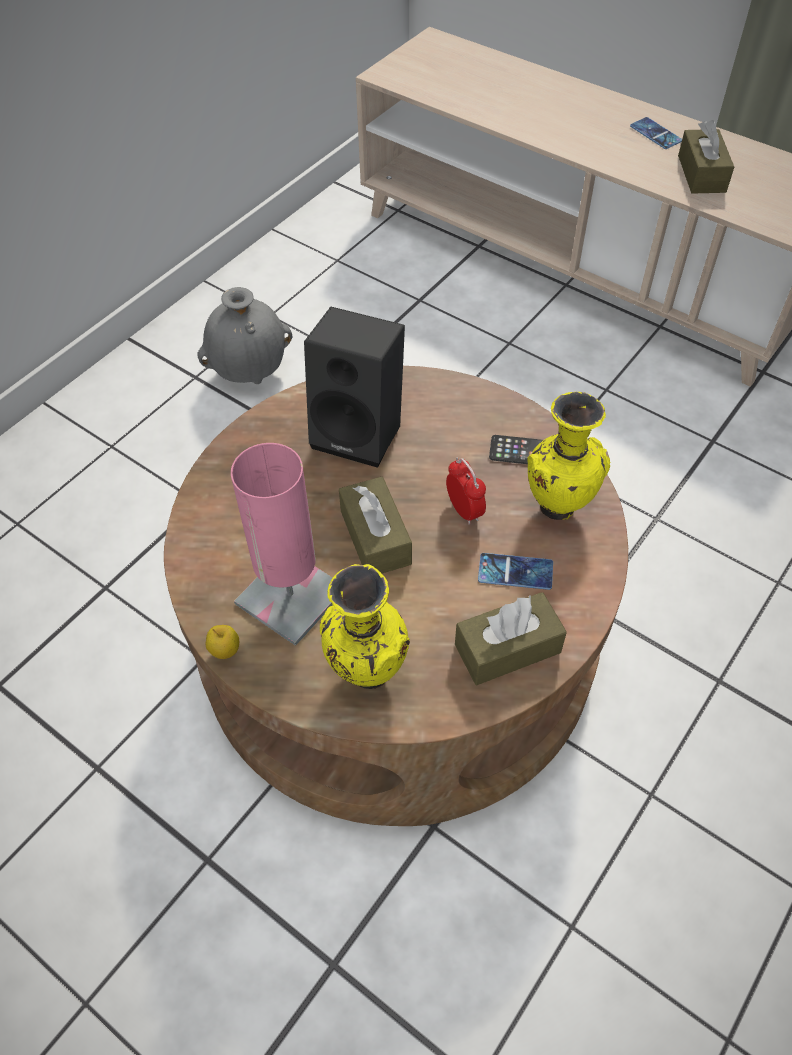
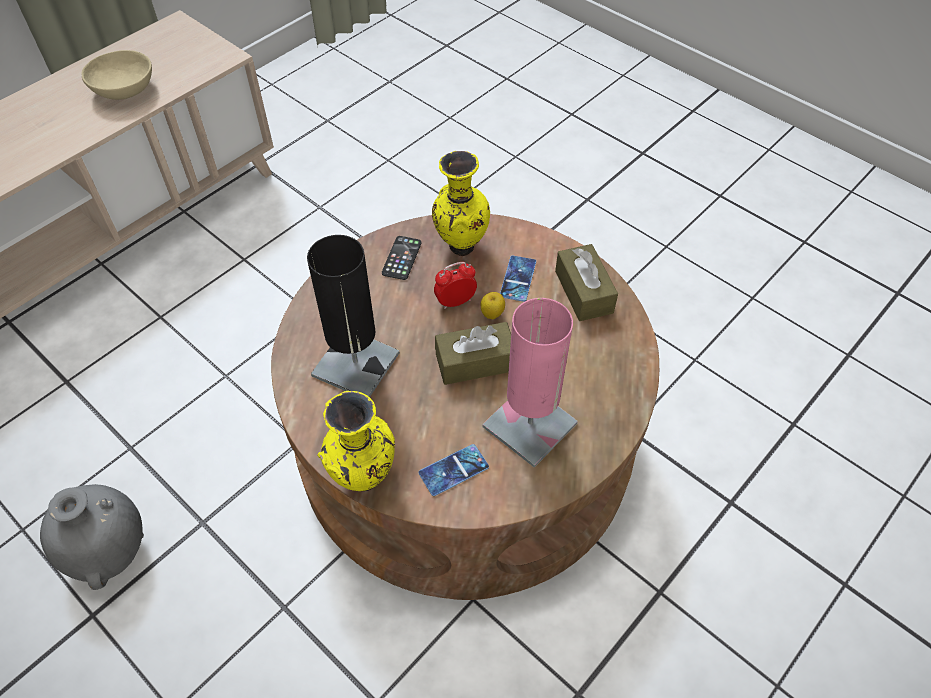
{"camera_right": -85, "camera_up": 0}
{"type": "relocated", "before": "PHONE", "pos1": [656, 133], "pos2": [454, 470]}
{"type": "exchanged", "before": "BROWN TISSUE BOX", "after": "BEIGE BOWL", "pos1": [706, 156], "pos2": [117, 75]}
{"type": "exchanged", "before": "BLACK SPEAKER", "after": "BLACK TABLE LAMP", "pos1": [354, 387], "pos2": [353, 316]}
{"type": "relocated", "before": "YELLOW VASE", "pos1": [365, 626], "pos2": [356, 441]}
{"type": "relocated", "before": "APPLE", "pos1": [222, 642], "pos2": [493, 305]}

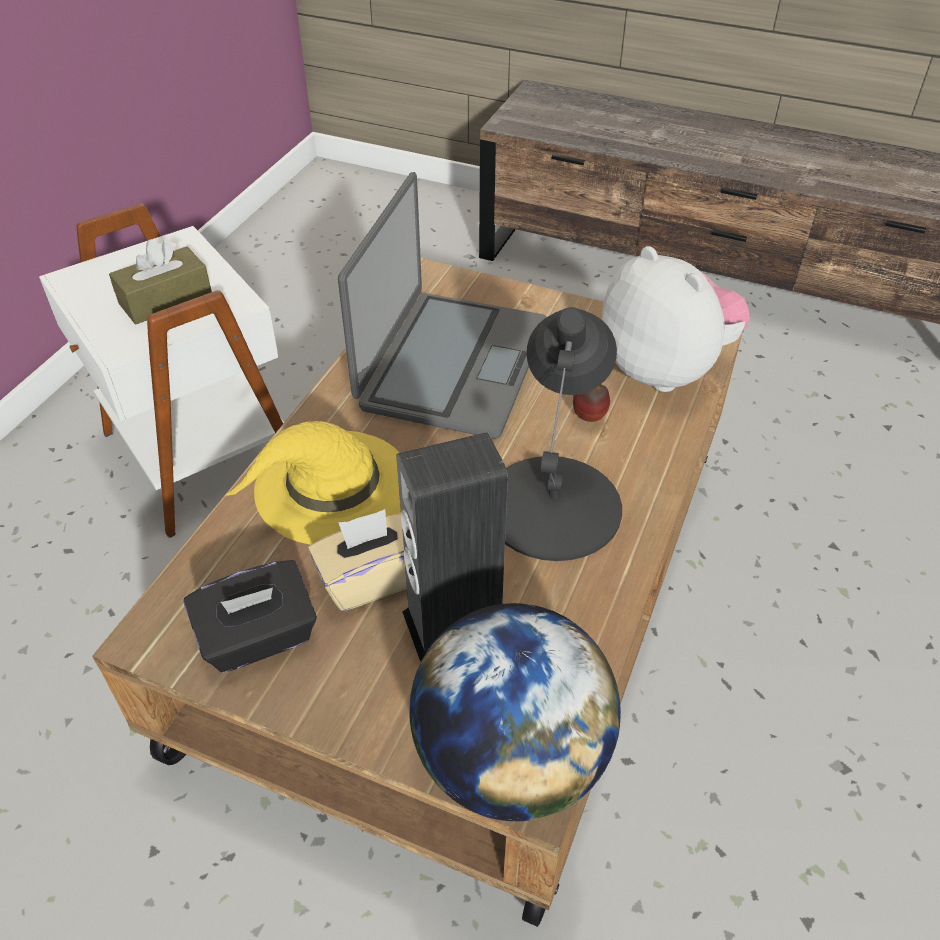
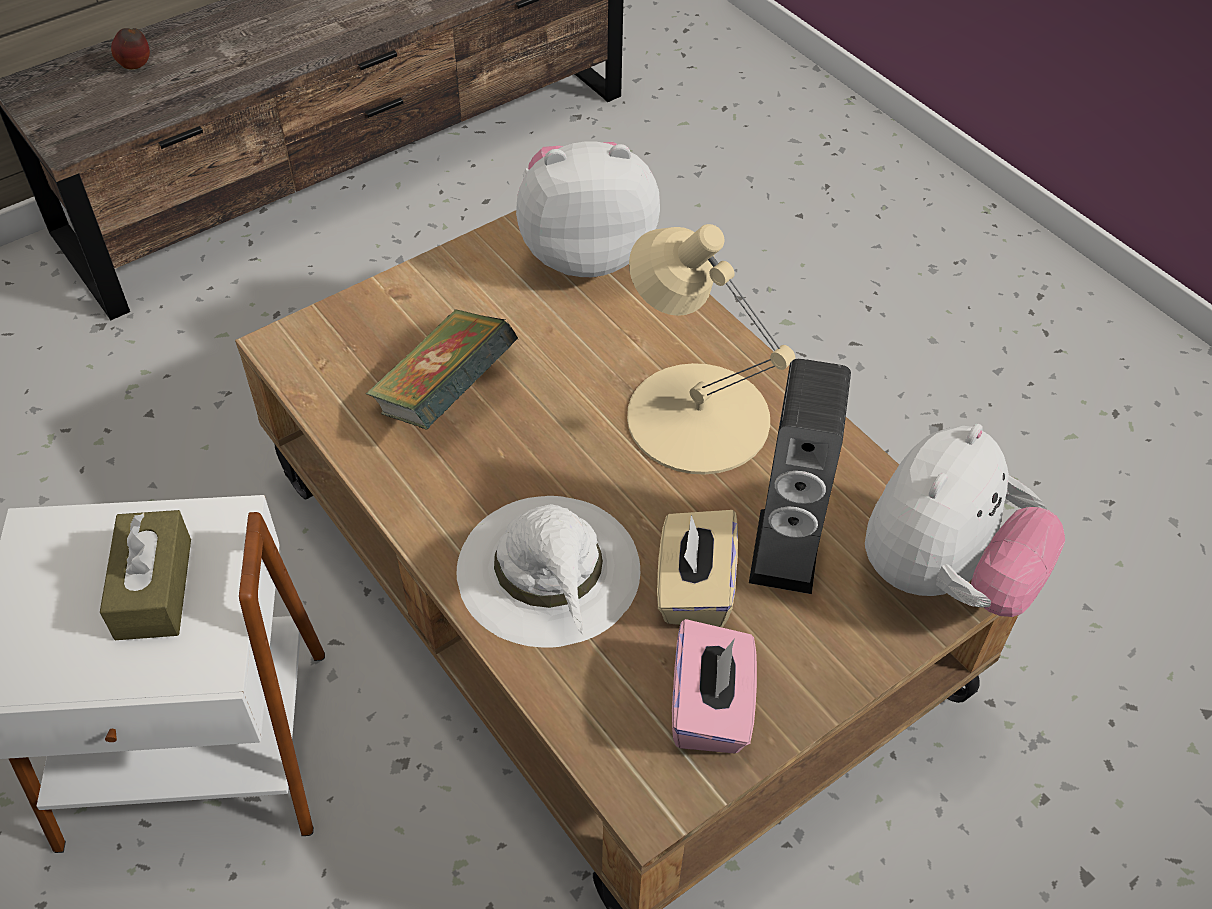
{"camera_right": -60, "camera_up": 5}
{"type": "exchanged", "before": "LAPTOP", "after": "BOOK", "pos1": [442, 305], "pos2": [442, 369]}
{"type": "colour", "before": "BLACK TABLE LAMP", "after": "BEIGE TABLE LAMP", "pos1": [563, 434], "pos2": [711, 349]}
{"type": "relocated", "before": "APPLE", "pos1": [591, 403], "pos2": [130, 49]}
{"type": "colour", "before": "YELLOW HAT", "after": "WHITE HAT", "pos1": [313, 483], "pos2": [548, 572]}
{"type": "colour", "before": "BLACK TISSUE BOX", "after": "PINK TISSUE BOX", "pos1": [250, 616], "pos2": [714, 686]}
{"type": "exchanged", "before": "GLOBE", "after": "PLUSH TOY", "pos1": [515, 712], "pos2": [965, 520]}

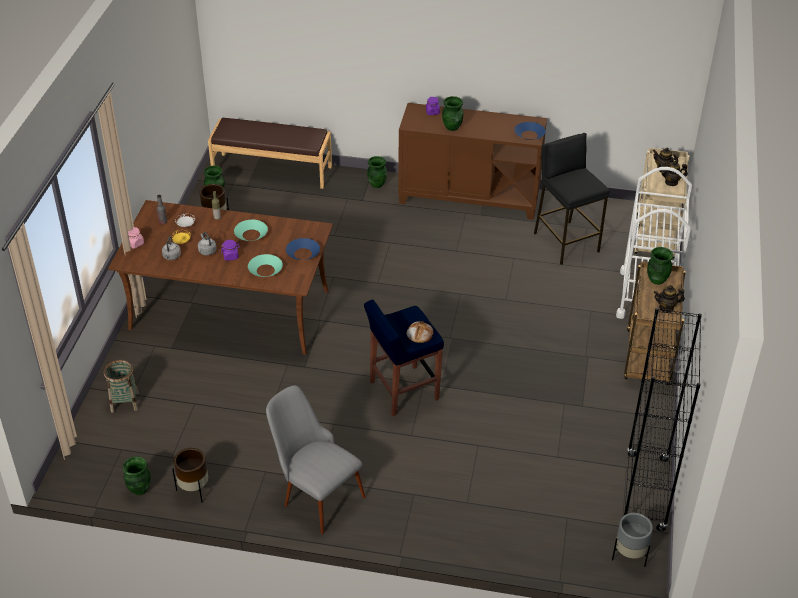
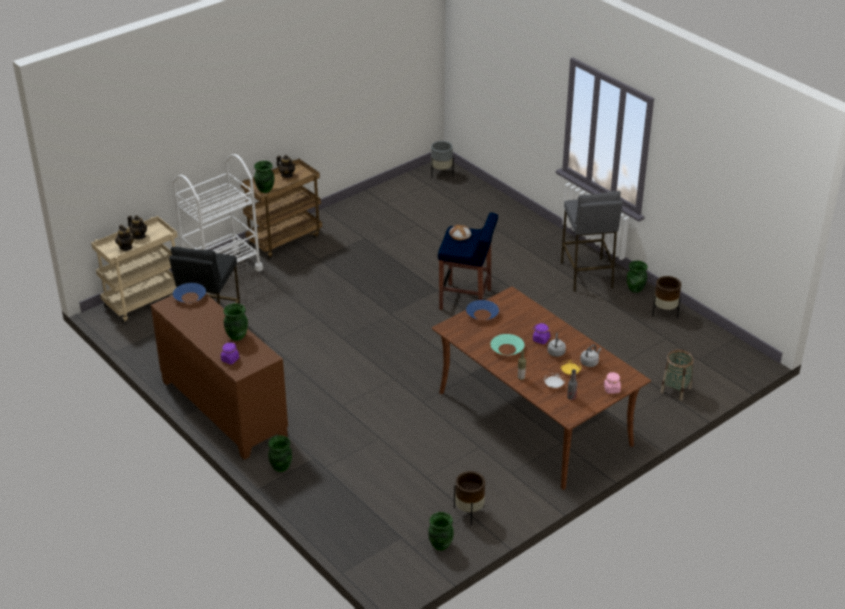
{"camera_right": -140, "camera_up": -5}
{"type": "missing", "before": "BROWN BENCH", "pos1": [270, 153]}
{"type": "missing", "before": "TURQUOISE BOWL", "pos1": [265, 265]}
{"type": "missing", "before": "BLACK BOOKCASE", "pos1": [663, 419]}
{"type": "exchanged", "before": "GREY CHAIR", "after": "GREY STOOL", "pos1": [316, 459], "pos2": [592, 241]}
{"type": "relocated", "before": "GREEN VASE", "pos1": [137, 475], "pos2": [637, 277]}

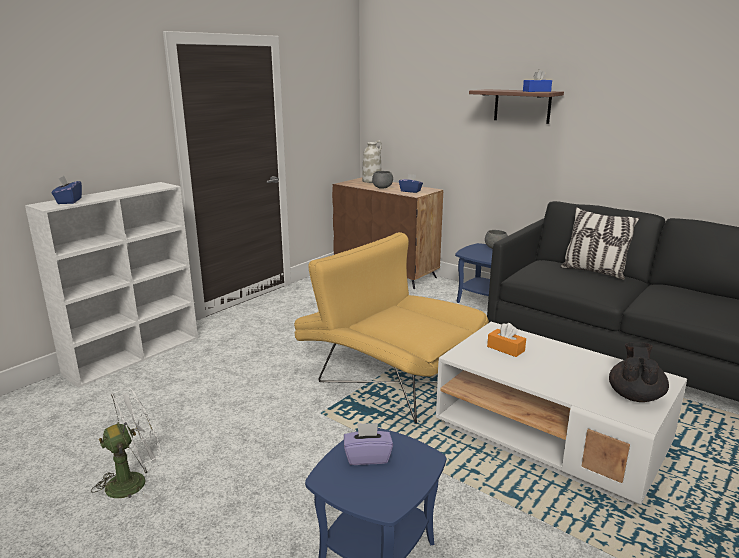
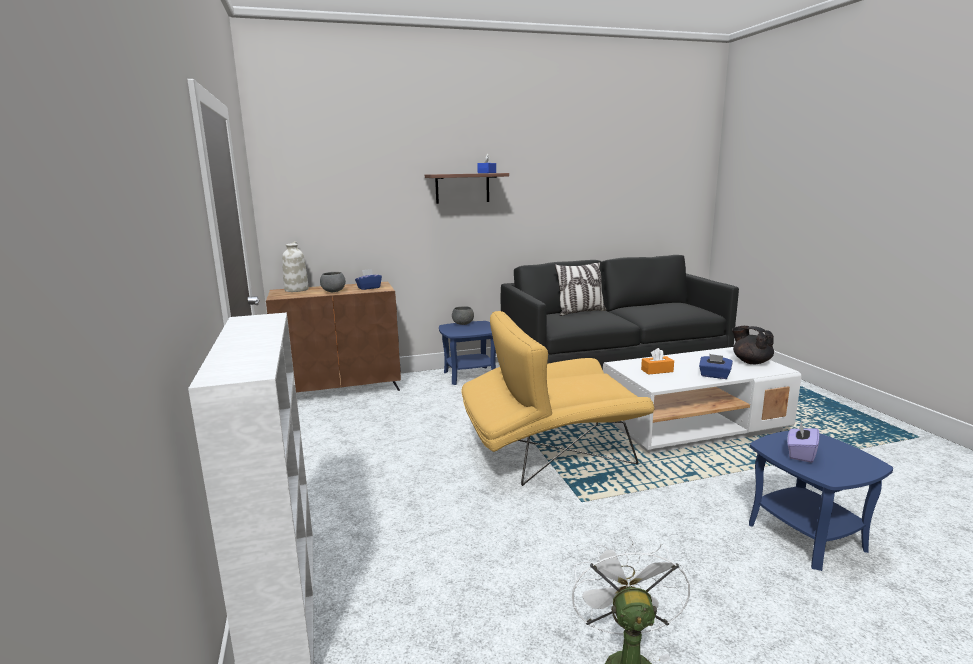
{"camera_right": -55, "camera_up": -5}
{"type": "relocated", "before": "BLUE TISSUE BOX", "pos1": [67, 190], "pos2": [716, 366]}

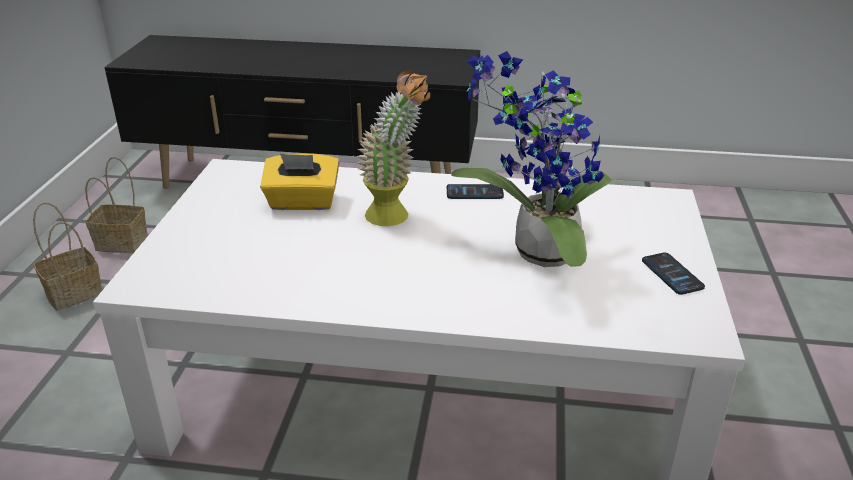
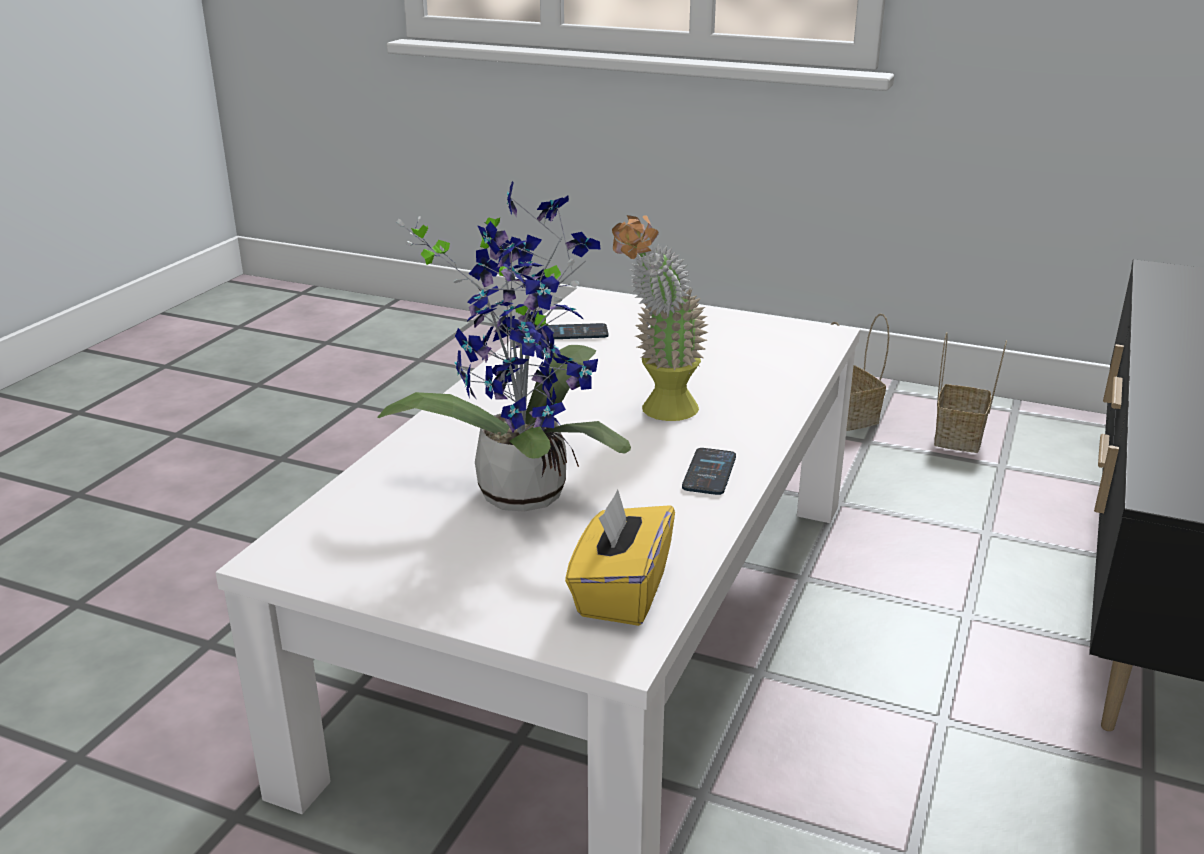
{"camera_right": 105, "camera_up": -5}
{"type": "relocated", "before": "YELLOW TISSUE BOX", "pos1": [300, 181], "pos2": [620, 557]}
{"type": "relocated", "before": "PHONE", "pos1": [673, 274], "pos2": [578, 331]}

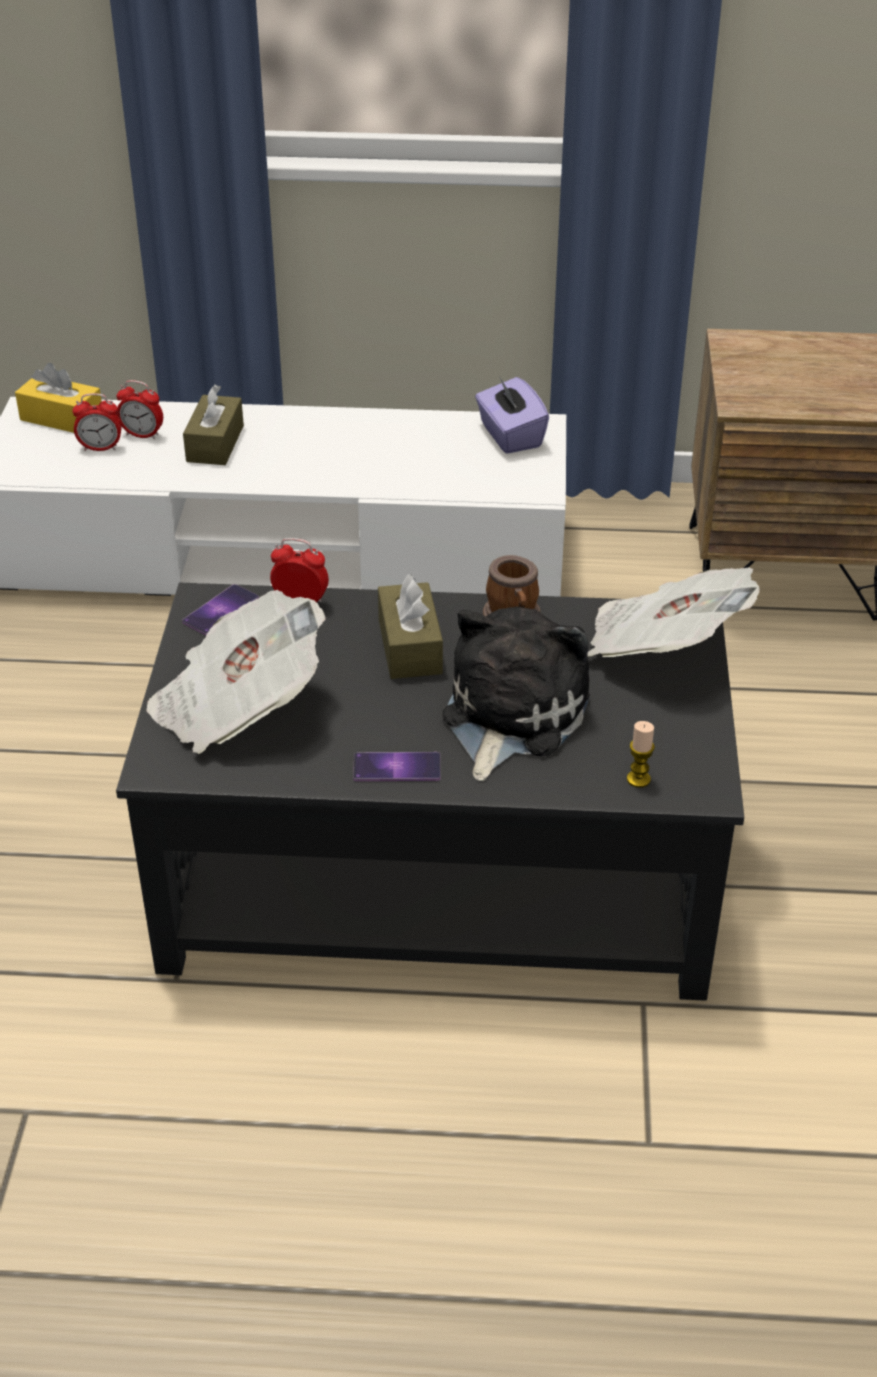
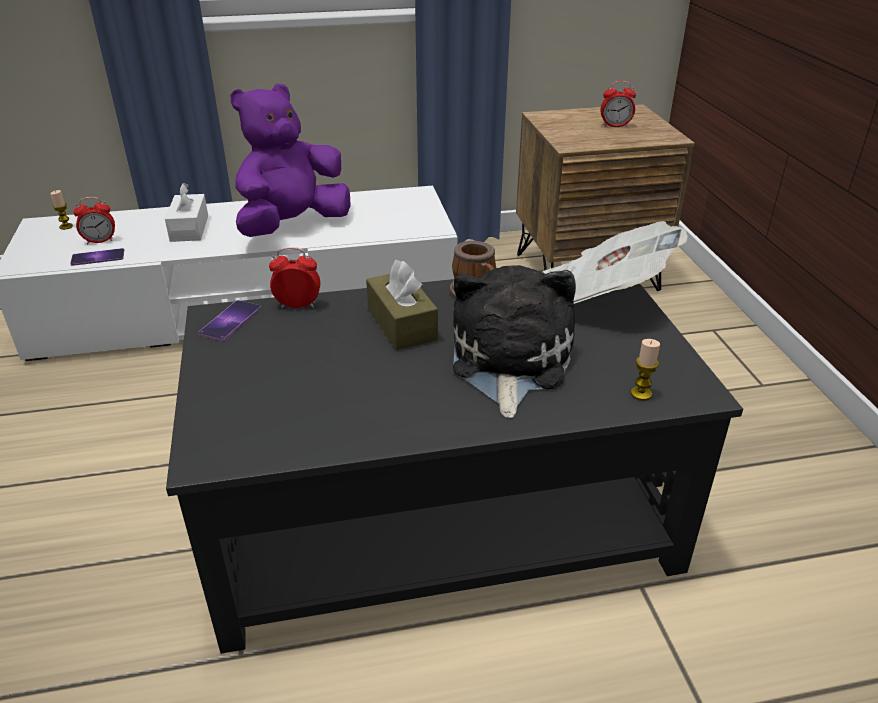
{"camera_right": -15, "camera_up": -5}
{"type": "exchanged", "before": "YELLOW TISSUE BOX", "after": "CANDLE", "pos1": [58, 398], "pos2": [61, 210]}
{"type": "missing", "before": "PURPLE TISSUE BOX", "pos1": [512, 415]}
{"type": "relocated", "before": "ALARM CLOCK", "pos1": [140, 410], "pos2": [618, 104]}
{"type": "colour", "before": "BROWN TISSUE BOX", "after": "WHITE TISSUE BOX", "pos1": [213, 424], "pos2": [186, 212]}
{"type": "missing", "before": "NEWSPAPER", "pos1": [236, 672]}
{"type": "relocated", "before": "PHONE", "pos1": [396, 766], "pos2": [97, 257]}
{"type": "appeared", "after": "PURPLE PLUSH TOY", "pos2": [291, 160]}

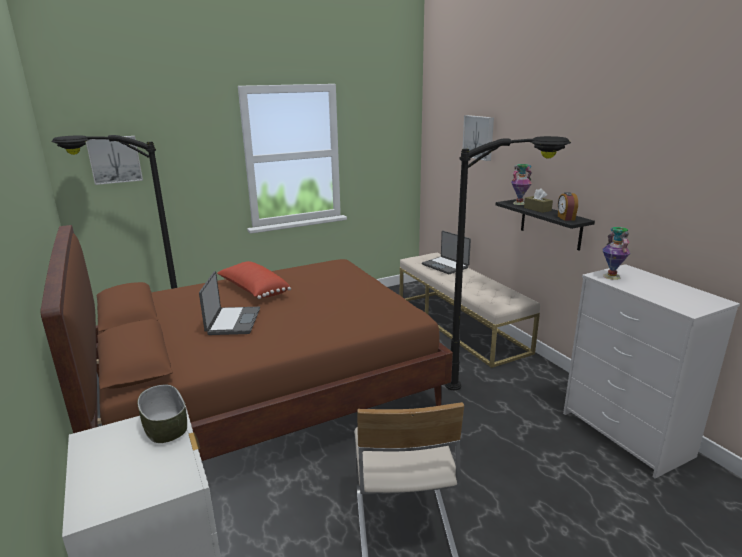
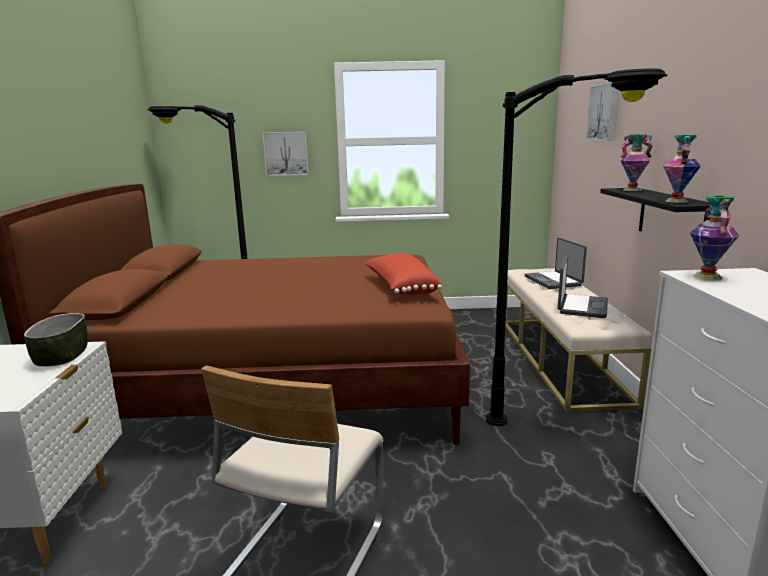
{"camera_right": 25, "camera_up": -5}
{"type": "relocated", "before": "PICTURE", "pos1": [114, 160], "pos2": [286, 153]}
{"type": "missing", "before": "BROWN TISSUE BOX", "pos1": [538, 200]}
{"type": "exchanged", "before": "ALARM CLOCK", "after": "VASE", "pos1": [568, 206], "pos2": [682, 169]}
{"type": "relocated", "before": "RED PILLOW", "pos1": [254, 280], "pos2": [403, 274]}
{"type": "relocated", "before": "LAPTOP", "pos1": [229, 303], "pos2": [583, 286]}

